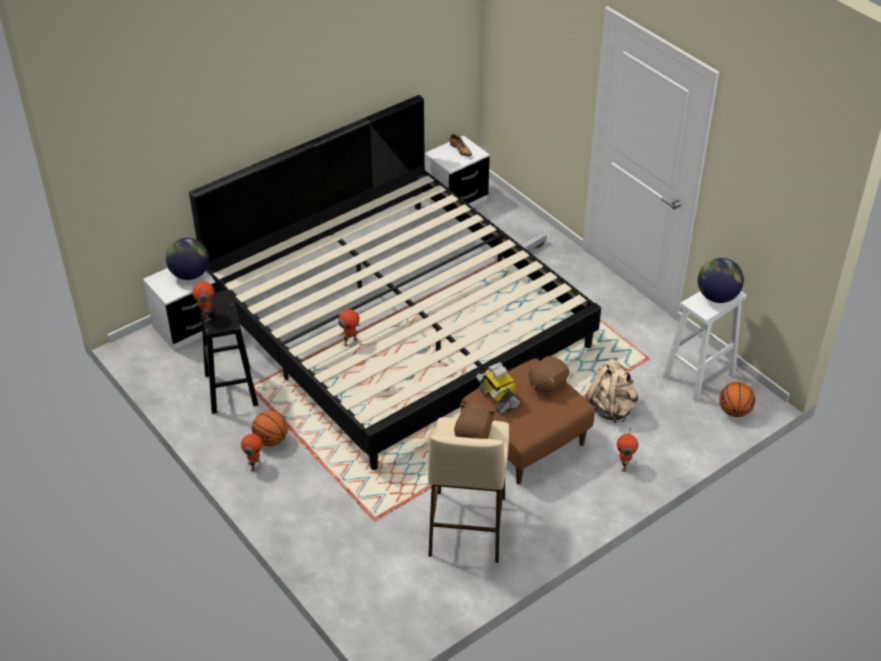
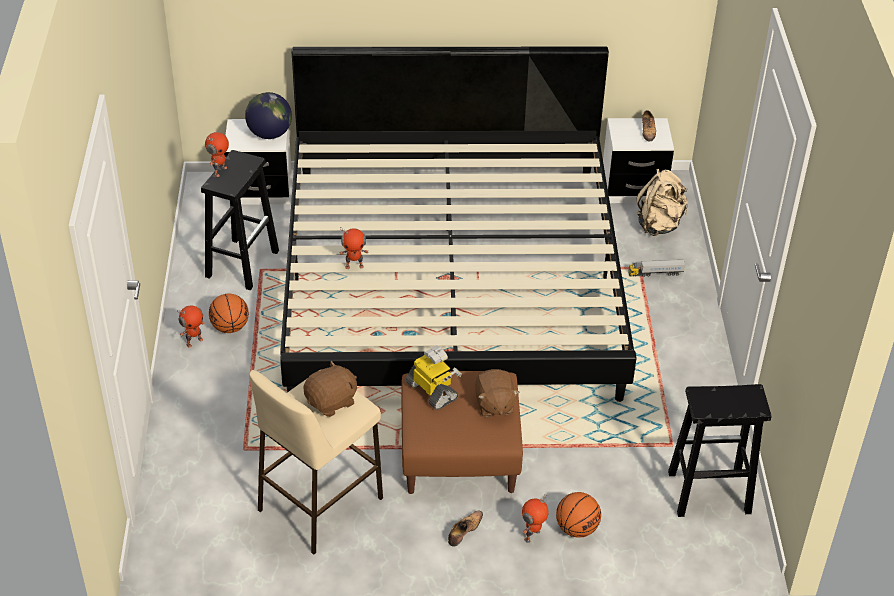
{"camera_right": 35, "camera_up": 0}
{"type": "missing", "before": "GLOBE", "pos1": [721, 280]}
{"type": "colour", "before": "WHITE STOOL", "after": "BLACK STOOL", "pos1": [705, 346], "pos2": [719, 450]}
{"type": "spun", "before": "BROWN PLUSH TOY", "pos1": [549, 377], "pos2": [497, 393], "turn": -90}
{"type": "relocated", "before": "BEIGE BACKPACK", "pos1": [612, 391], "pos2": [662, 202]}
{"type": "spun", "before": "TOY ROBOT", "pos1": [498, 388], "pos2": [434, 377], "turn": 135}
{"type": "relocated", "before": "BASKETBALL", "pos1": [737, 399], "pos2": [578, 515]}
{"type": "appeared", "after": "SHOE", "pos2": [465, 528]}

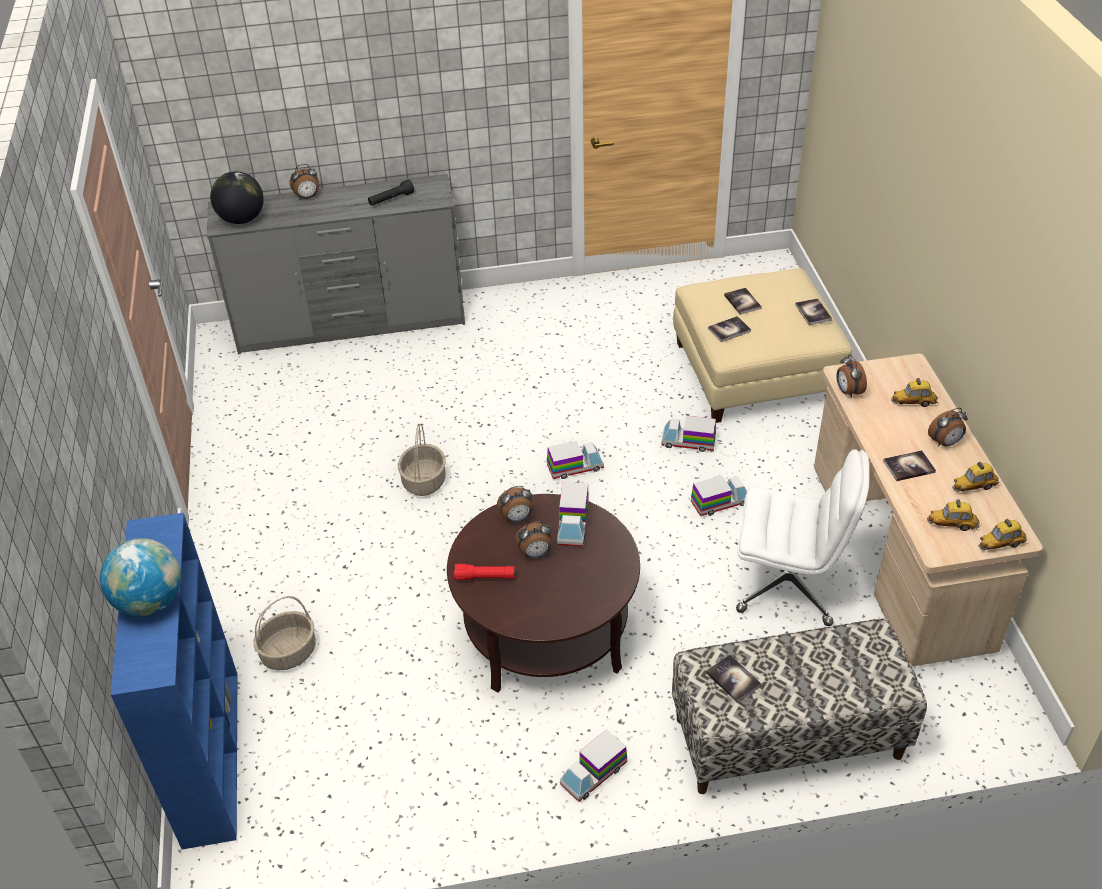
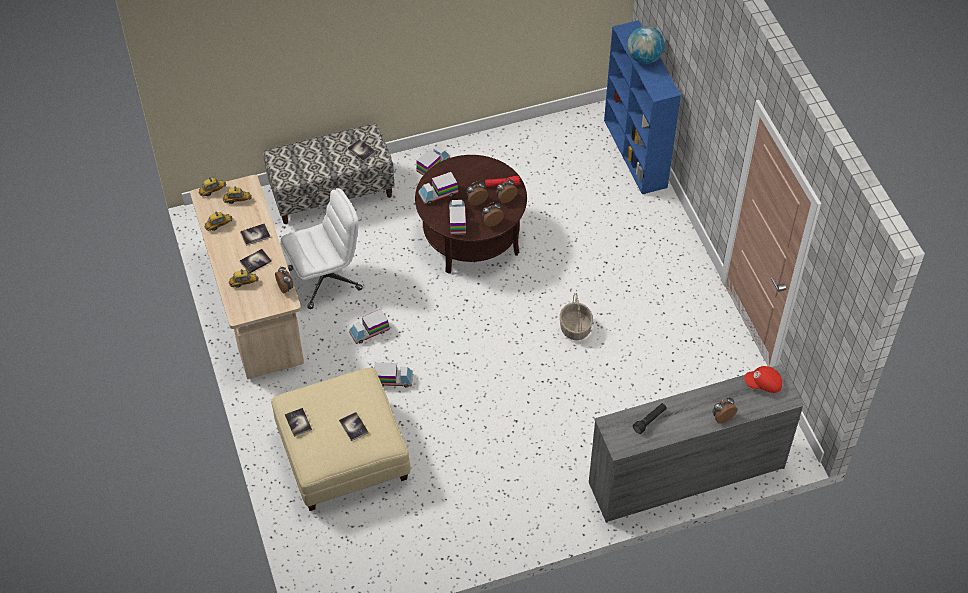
{"camera_right": 170, "camera_up": 10}
{"type": "exchanged", "before": "GLOBE", "after": "RED CAP", "pos1": [237, 197], "pos2": [763, 379]}
{"type": "relocated", "before": "BOOK", "pos1": [729, 329], "pos2": [256, 261]}
{"type": "relocated", "before": "ALARM CLOCK", "pos1": [948, 427], "pos2": [507, 190]}
{"type": "relocated", "before": "TOY TRUCK", "pos1": [575, 460], "pos2": [439, 188]}
{"type": "spun", "before": "WHITE OFFICE CHAIR", "pos1": [802, 537], "pos2": [322, 248], "turn": 150}
{"type": "missing", "before": "BASKET", "pos1": [285, 633]}

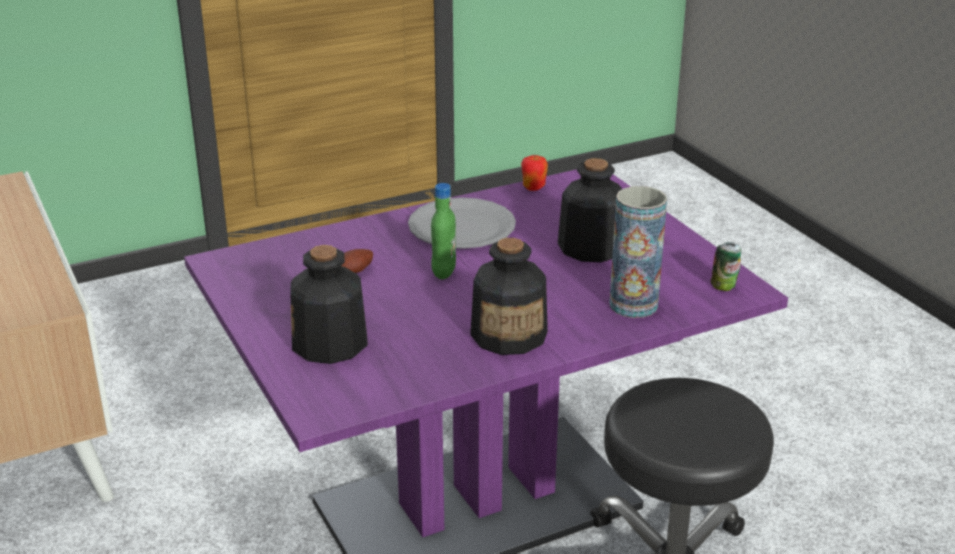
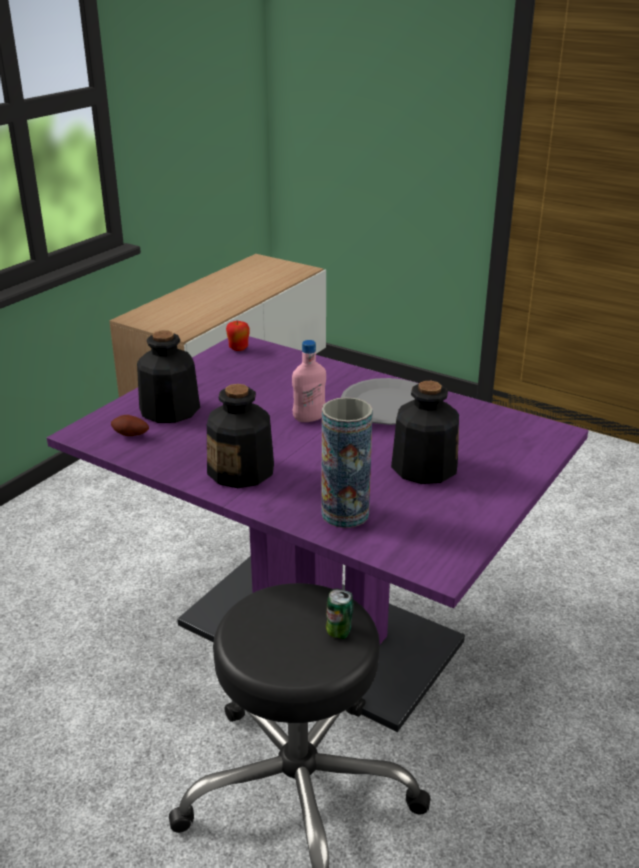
{"camera_right": 60, "camera_up": 0}
{"type": "relocated", "before": "APPLE", "pos1": [534, 172], "pos2": [237, 336]}
{"type": "colour", "before": "GREEN BOTTLE", "after": "PINK BOTTLE", "pos1": [443, 231], "pos2": [309, 381]}
{"type": "relocated", "before": "CAN", "pos1": [726, 266], "pos2": [340, 613]}
{"type": "relocated", "before": "POTATO", "pos1": [357, 261], "pos2": [130, 425]}

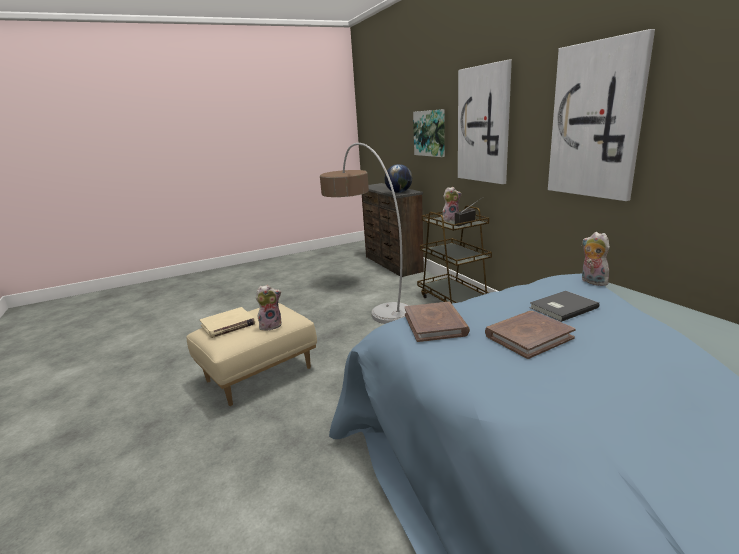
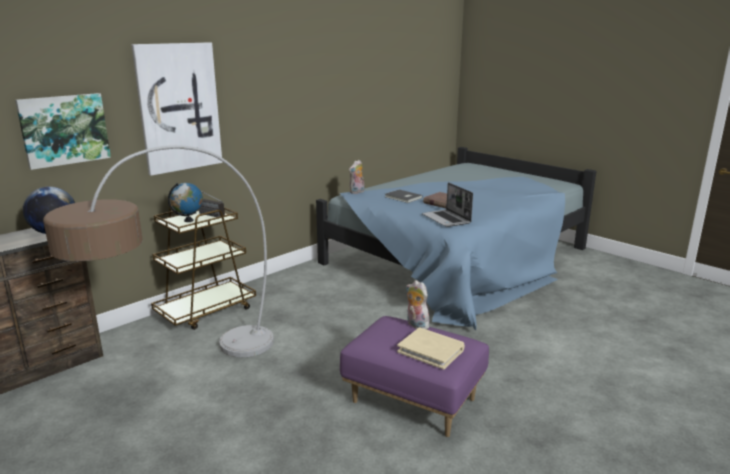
{"camera_right": -110, "camera_up": 0}
{"type": "missing", "before": "PICTURE", "pos1": [601, 115]}
{"type": "exchanged", "before": "PLUSH TOY", "after": "GLOBE", "pos1": [452, 204], "pos2": [185, 202]}
{"type": "exchanged", "before": "BROWN BOOK", "after": "LAPTOP", "pos1": [437, 322], "pos2": [447, 204]}
{"type": "colour", "before": "BEIGE OTTOMAN", "after": "PURPLE OTTOMAN", "pos1": [252, 354], "pos2": [414, 376]}

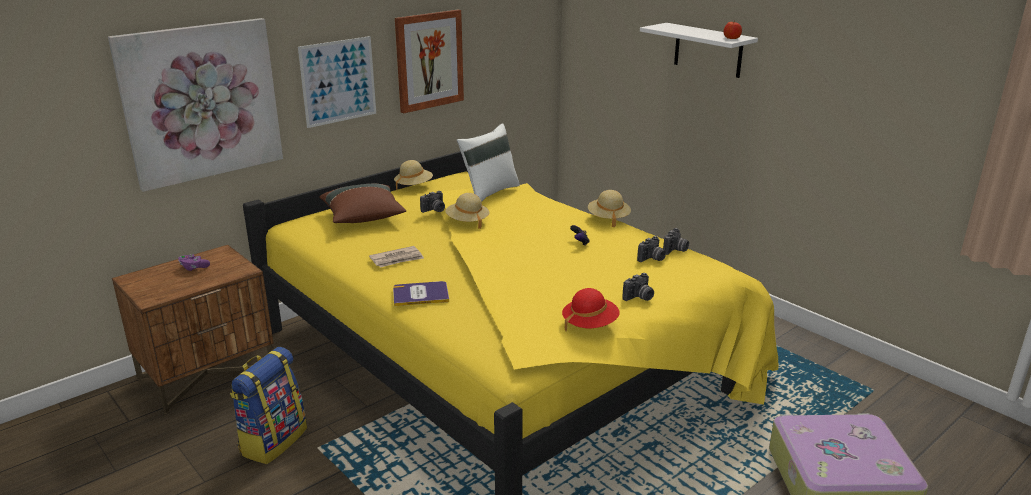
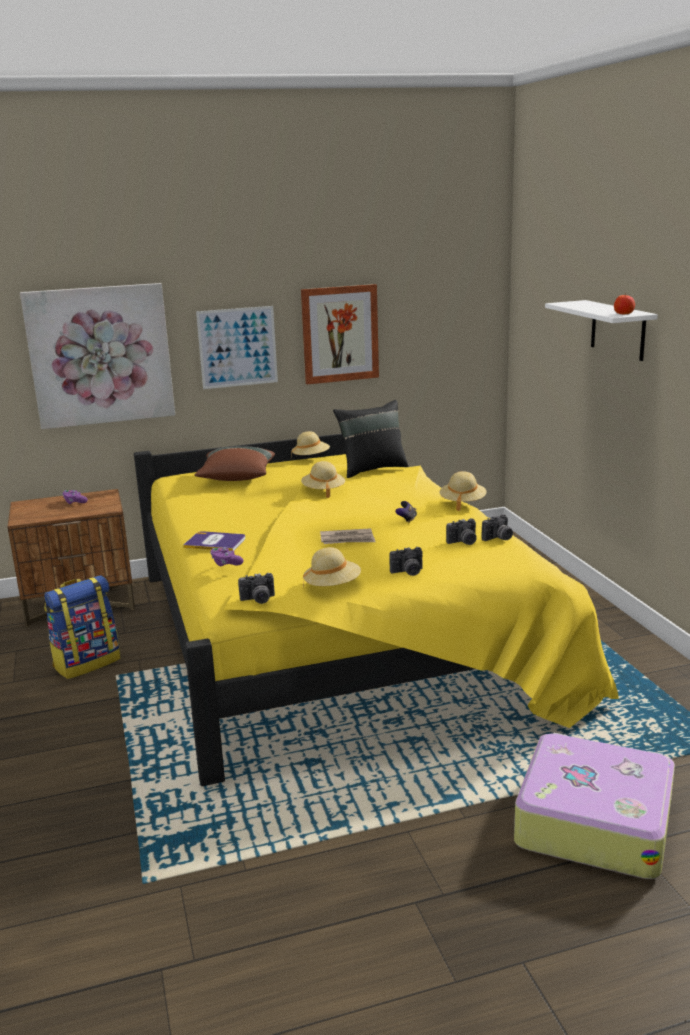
{"camera_right": 25, "camera_up": -5}
{"type": "colour", "before": "WHITE PILLOW", "after": "BLACK PILLOW", "pos1": [488, 162], "pos2": [370, 439]}
{"type": "relocated", "before": "PHOTO CAMERA", "pos1": [432, 202], "pos2": [256, 588]}
{"type": "relocated", "before": "NEWSPAPER", "pos1": [396, 257], "pos2": [348, 536]}
{"type": "colour", "before": "RED HAT", "after": "BEIGE HAT", "pos1": [591, 309], "pos2": [332, 567]}
{"type": "appeared", "after": "PURPLE GAME CONTROLLER", "pos2": [226, 557]}

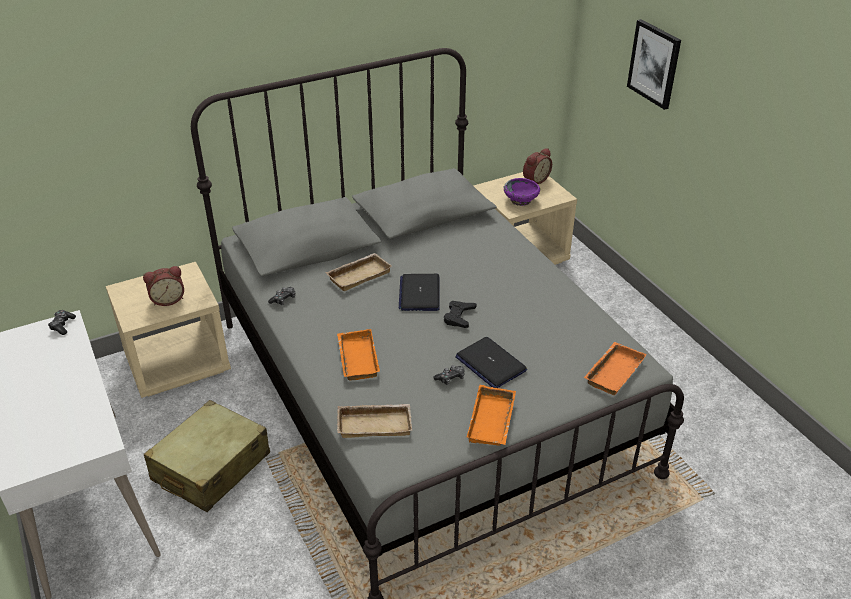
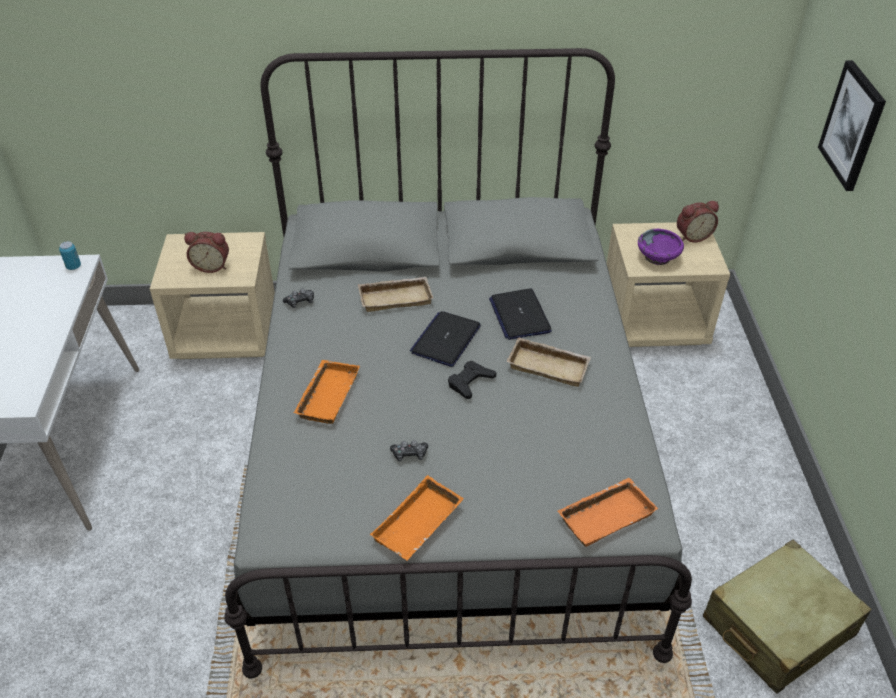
{"camera_right": 25, "camera_up": 5}
{"type": "exchanged", "before": "GAME CONTROLLER", "after": "CAN", "pos1": [62, 322], "pos2": [70, 255]}
{"type": "relocated", "before": "LAPTOP", "pos1": [491, 362], "pos2": [520, 314]}
{"type": "relocated", "before": "BEIGE SUITCASE", "pos1": [207, 456], "pos2": [787, 617]}
{"type": "relocated", "before": "BEIGE TRAY", "pos1": [374, 421], "pos2": [549, 362]}

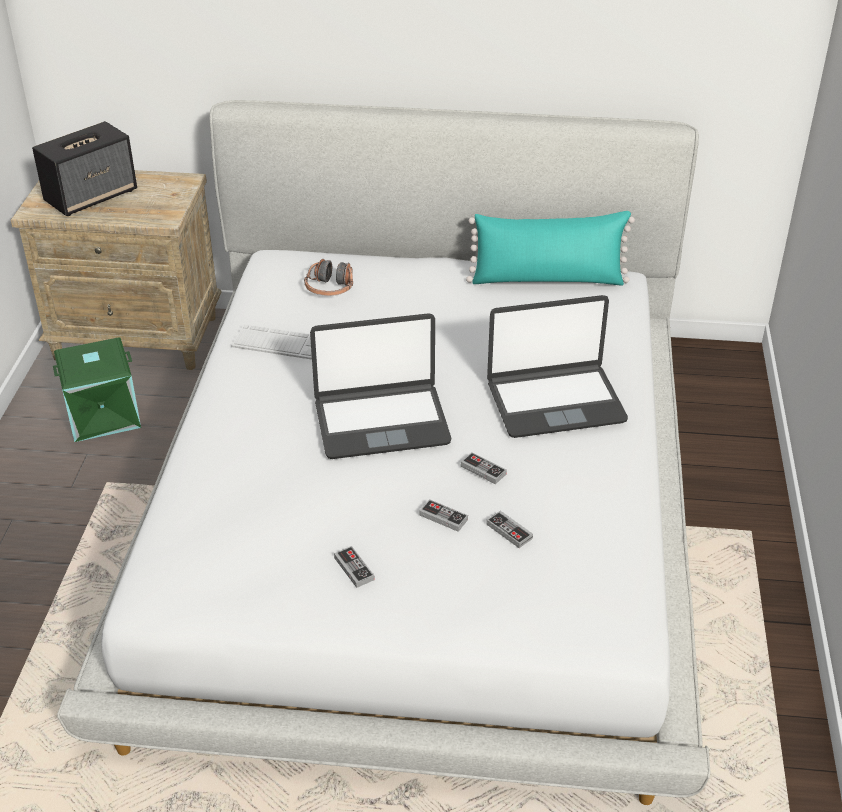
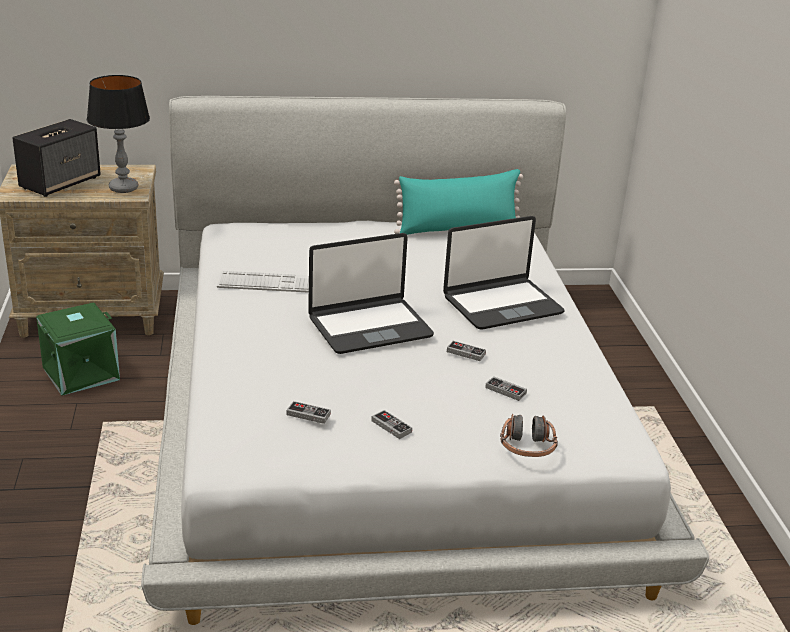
{"camera_right": -15, "camera_up": -10}
{"type": "relocated", "before": "HEADPHONES", "pos1": [328, 277], "pos2": [529, 435]}
{"type": "relocated", "before": "GAME CONTROLLER", "pos1": [443, 515], "pos2": [308, 412]}
{"type": "appeared", "after": "TABLE LAMP", "pos2": [118, 134]}

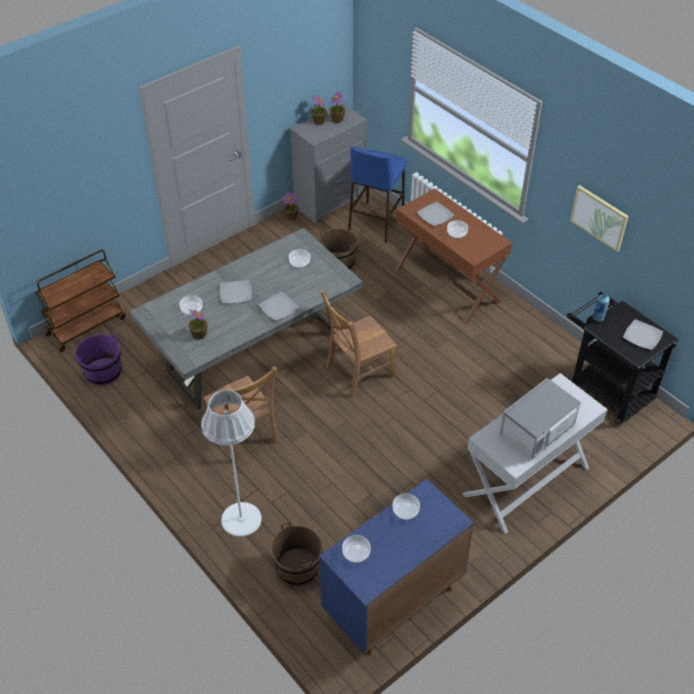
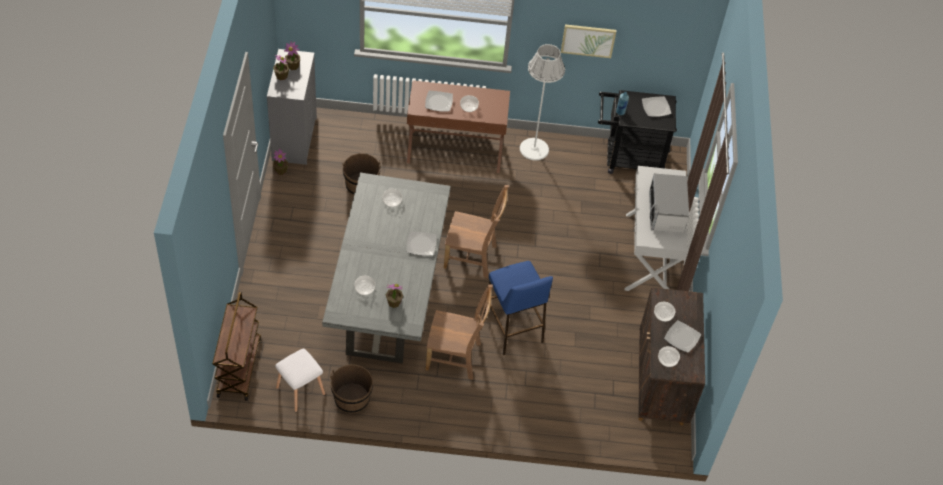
{"camera_right": -50, "camera_up": 5}
{"type": "relocated", "before": "BLUE STOOL", "pos1": [377, 194], "pos2": [518, 308]}
{"type": "relocated", "before": "PLATE", "pos1": [236, 292], "pos2": [682, 336]}
{"type": "spun", "before": "BROWN CHAIR", "pos1": [358, 343], "pos2": [476, 231], "turn": -90}
{"type": "exchanged", "before": "PURPLE BUCKET", "after": "WHITE STOOL", "pos1": [98, 359], "pos2": [300, 380]}
{"type": "relocated", "before": "WHITE FLOOR LAMP", "pos1": [231, 463], "pos2": [542, 102]}
{"type": "colour", "before": "BLUE CABINET", "after": "BROWN CABINET", "pos1": [396, 567], "pos2": [671, 356]}
{"type": "relocated", "before": "BROWN BUCKET", "pos1": [296, 553], "pos2": [351, 389]}

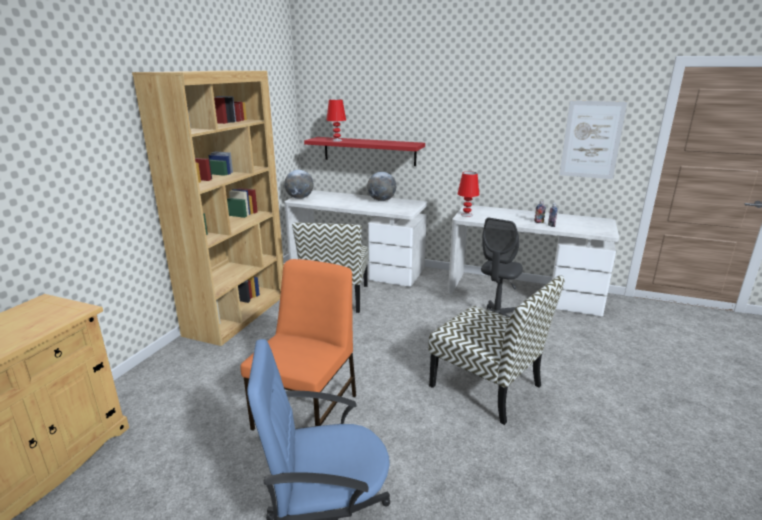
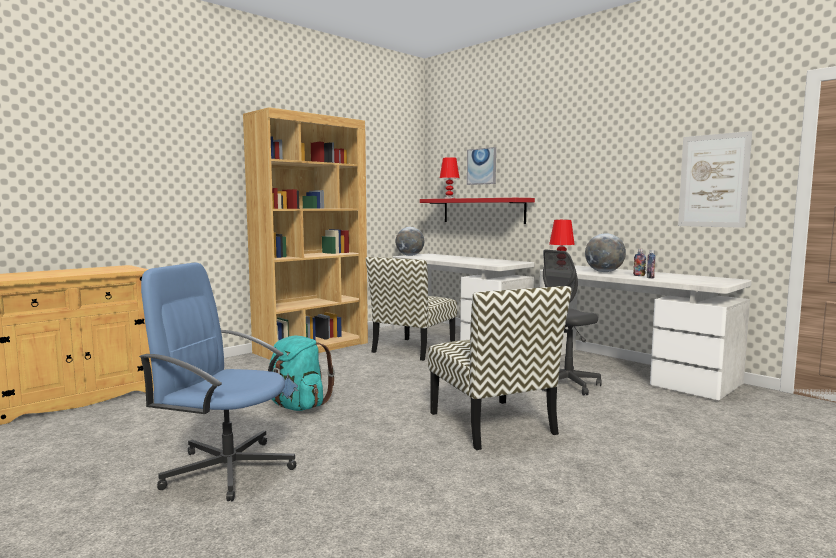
{"camera_right": 25, "camera_up": -15}
{"type": "relocated", "before": "GLOBE", "pos1": [381, 186], "pos2": [605, 252]}
{"type": "exchanged", "before": "ORANGE CHAIR", "after": "TURQUOISE BACKPACK", "pos1": [298, 345], "pos2": [302, 373]}
{"type": "appeared", "after": "PICTURE", "pos2": [481, 166]}

